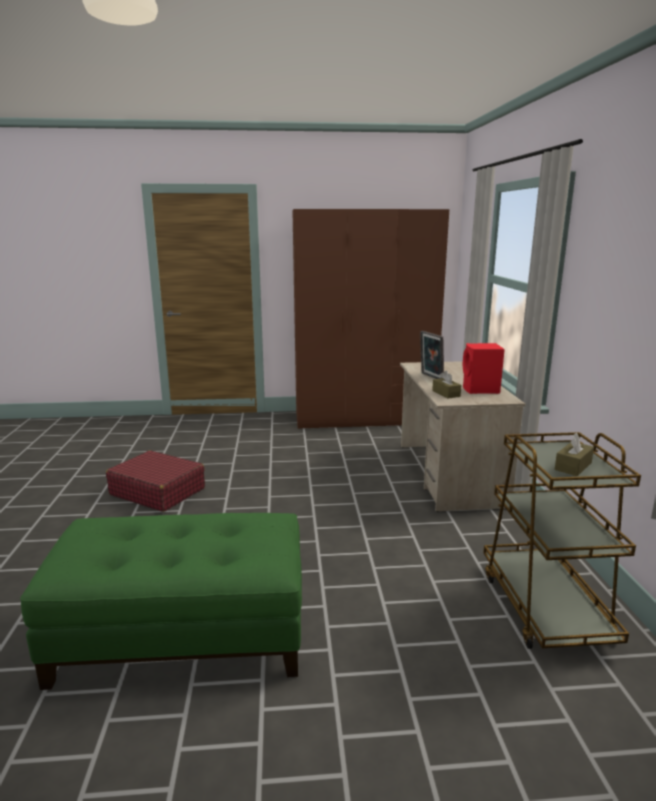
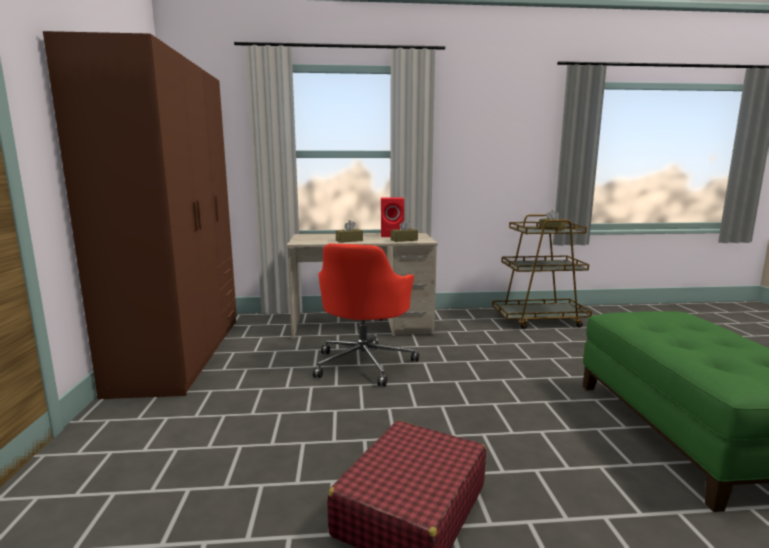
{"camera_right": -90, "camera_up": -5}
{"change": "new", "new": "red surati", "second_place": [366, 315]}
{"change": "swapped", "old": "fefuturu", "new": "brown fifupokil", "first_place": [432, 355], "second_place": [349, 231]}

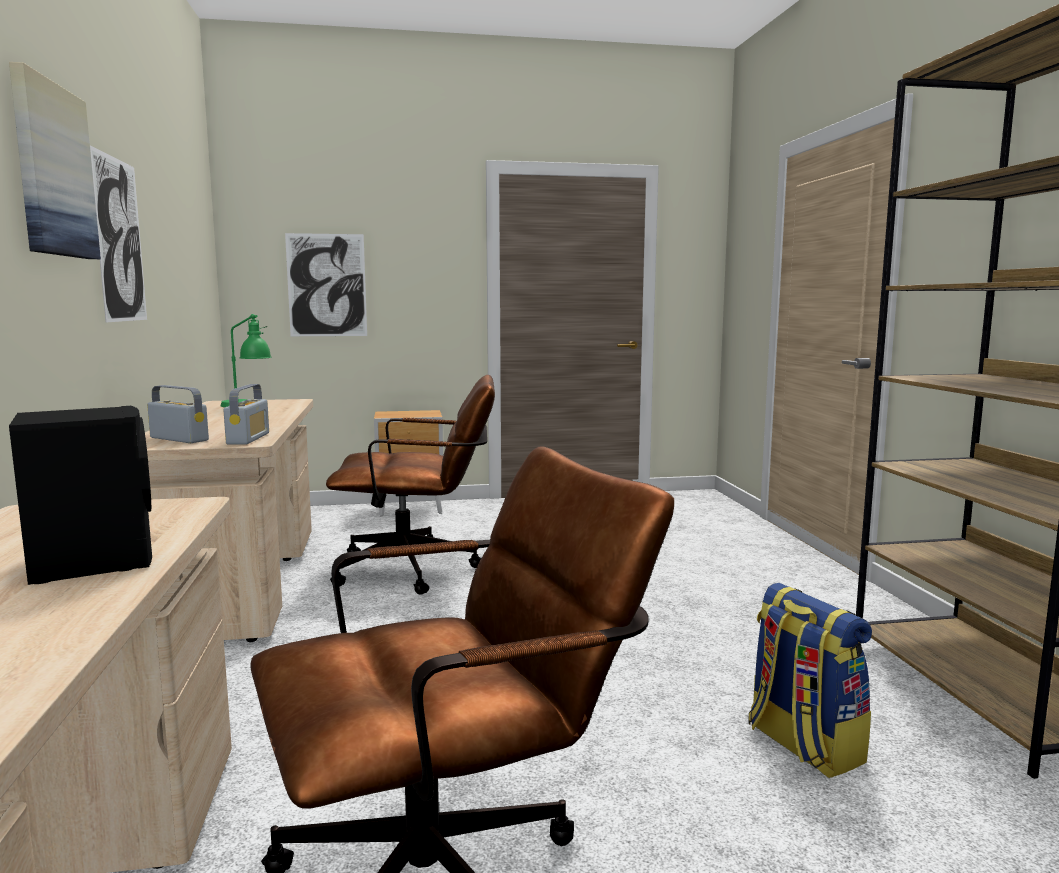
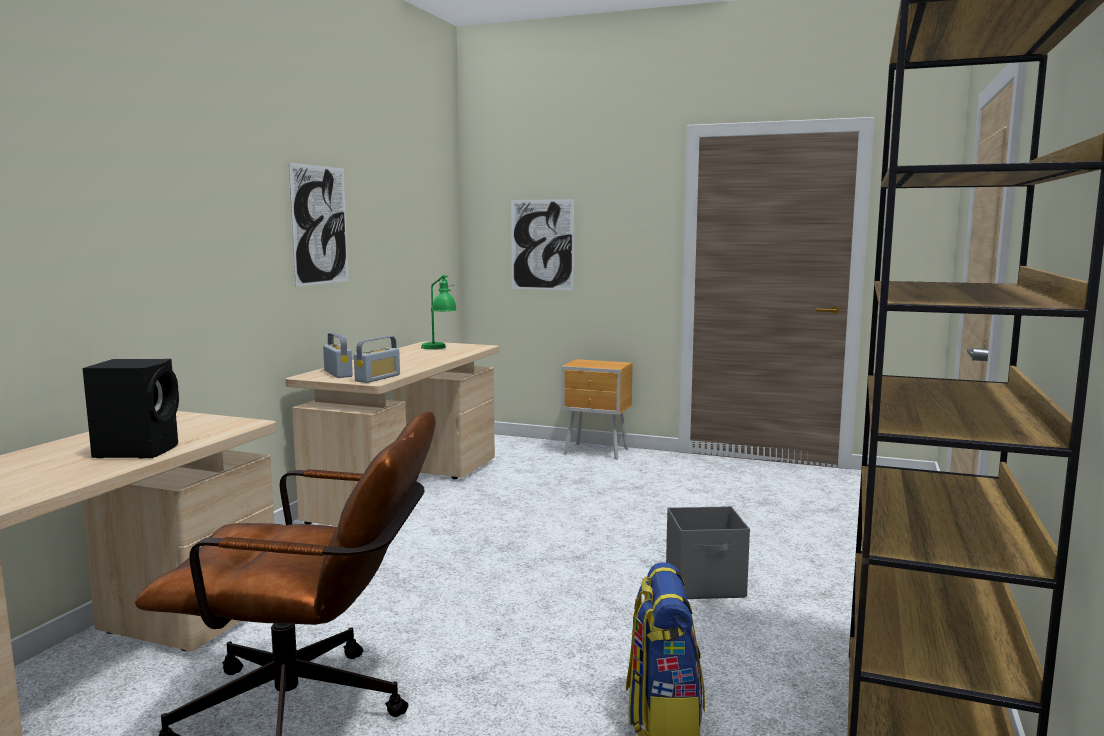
{"camera_right": 30, "camera_up": 0}
{"change": "new", "new": "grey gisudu", "second_place": [708, 552]}
{"change": "gone", "old": "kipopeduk", "first_place": [55, 160]}
{"change": "gone", "old": "brown surati", "first_place": [410, 485]}

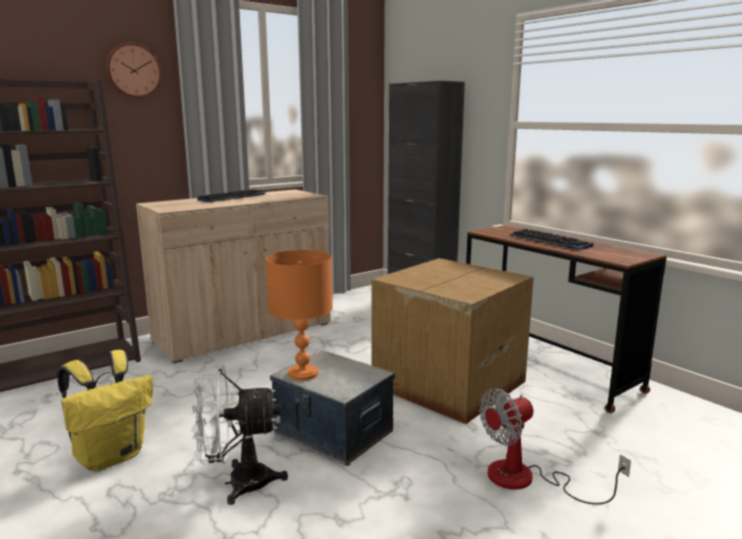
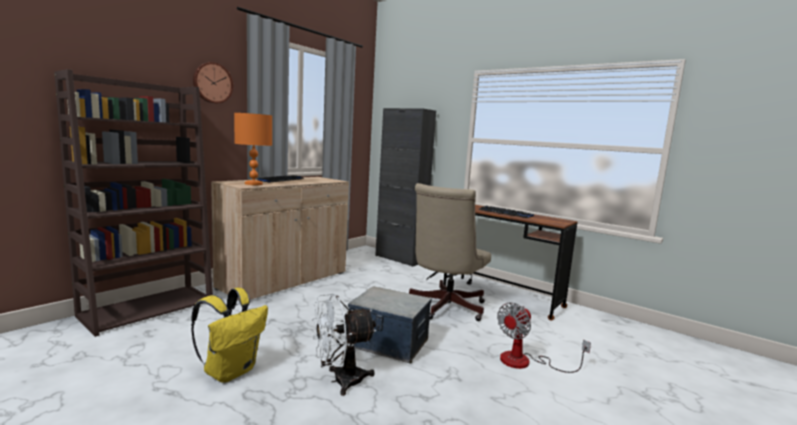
{"camera_right": -15, "camera_up": -5}
{"change": "shifted", "old": "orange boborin", "first_place": [299, 315], "second_place": [253, 149]}
{"change": "swapped", "old": "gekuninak", "new": "beige surati", "first_place": [452, 341], "second_place": [450, 252]}

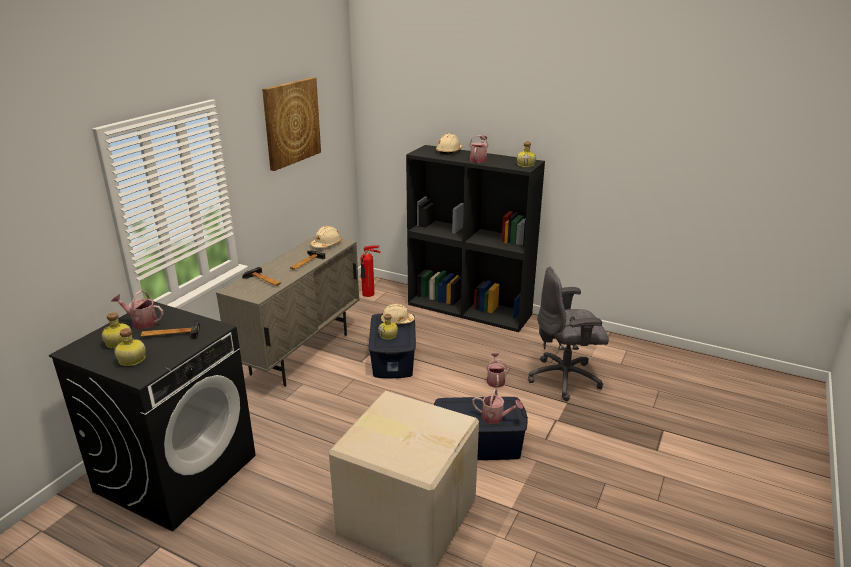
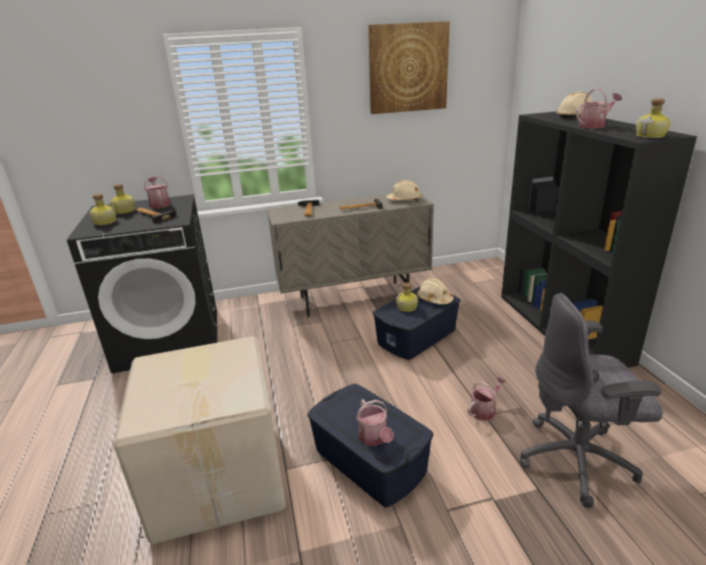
{"camera_right": 50, "camera_up": 0}
{"change": "rotated", "old": "grey surati", "first_place": [568, 334], "second_place": [591, 400], "degrees": -45}
{"change": "gone", "old": "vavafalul", "first_place": [370, 271]}

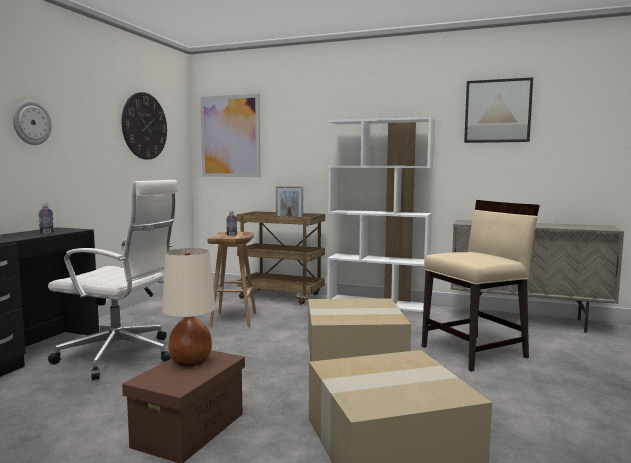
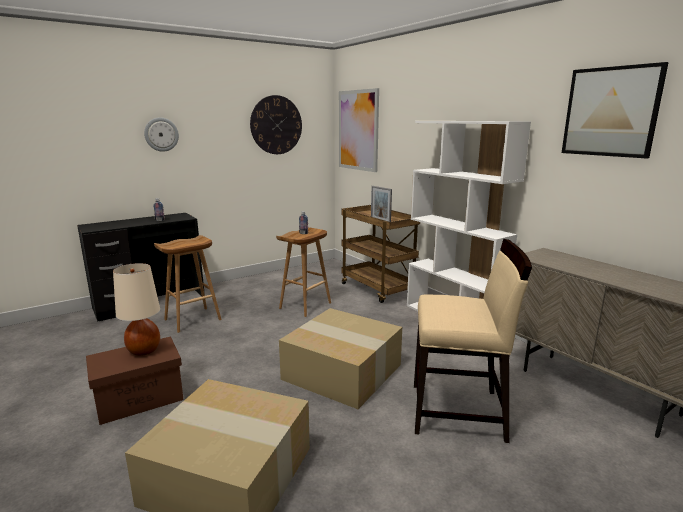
{"camera_right": 35, "camera_up": 10}
{"change": "swapped", "old": "white surati", "new": "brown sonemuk", "first_place": [113, 280], "second_place": [188, 284]}

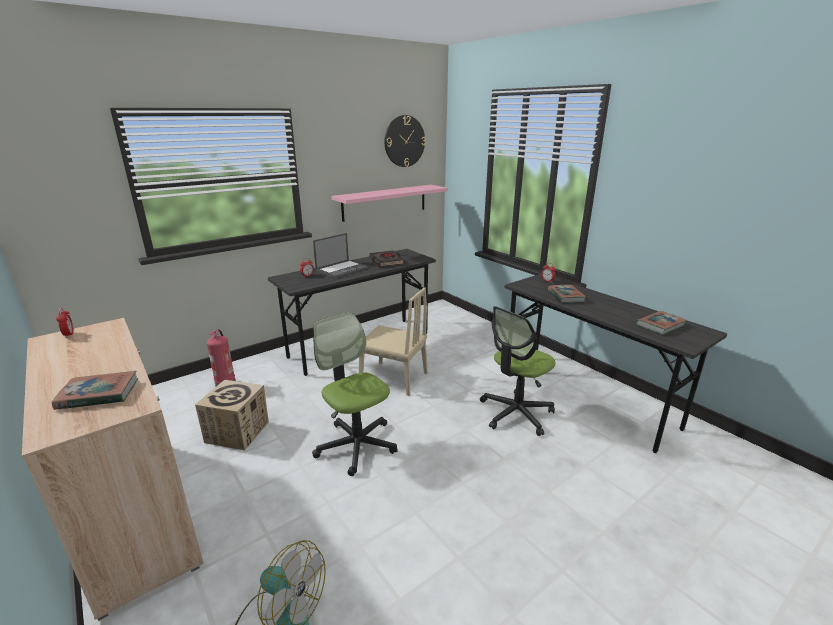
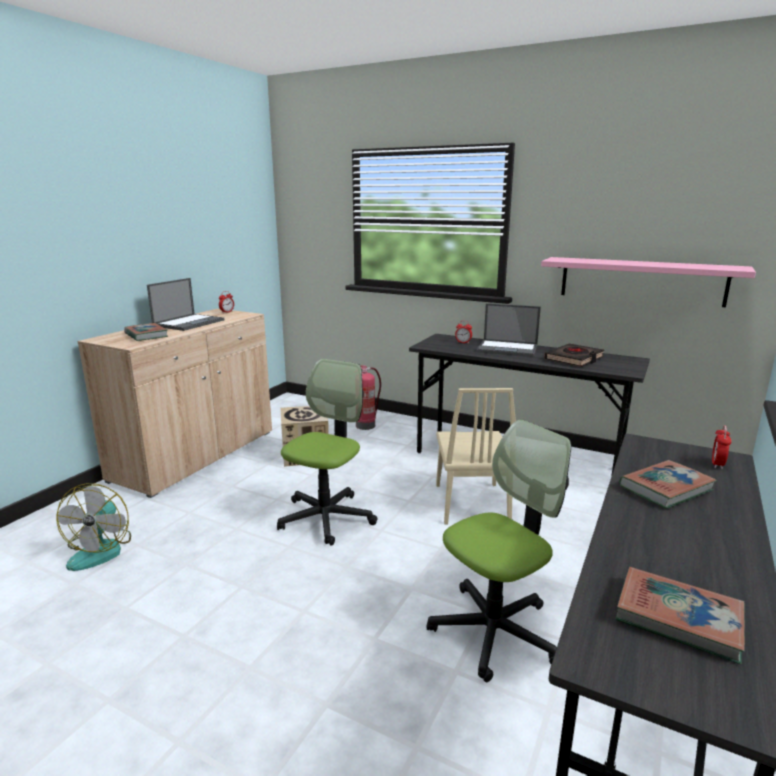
{"camera_right": 65, "camera_up": -5}
{"change": "new", "new": "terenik", "second_place": [185, 304]}
{"change": "rotated", "old": "surati", "first_place": [518, 371], "second_place": [499, 551], "degrees": 120}
{"change": "gone", "old": "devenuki", "first_place": [405, 141]}

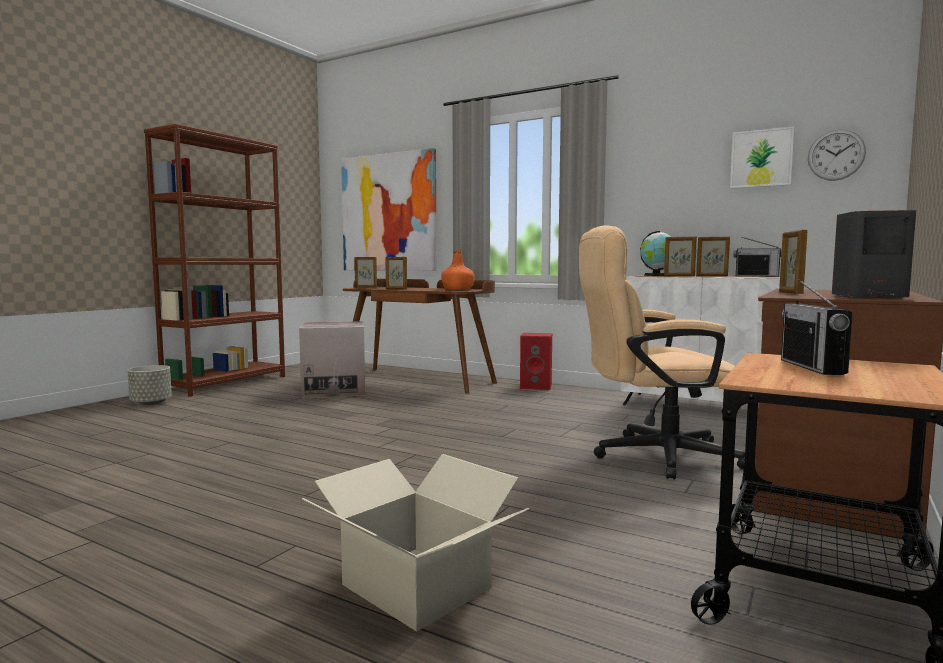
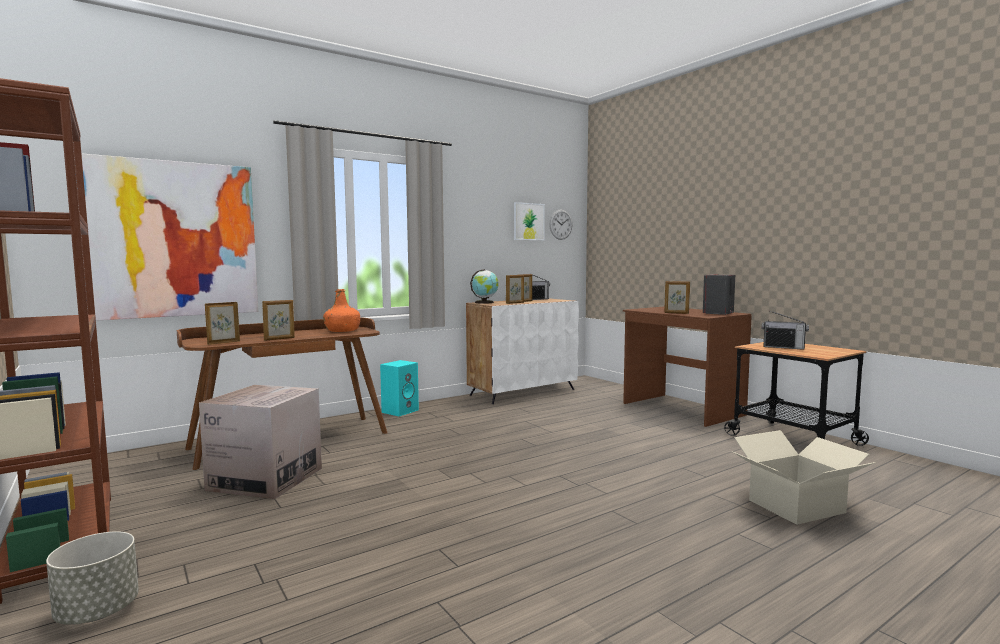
{"camera_right": -65, "camera_up": 0}
{"change": "repainted", "old": "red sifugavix", "new": "turquoise sifugavix", "first_place": [536, 361], "second_place": [399, 388]}
{"change": "gone", "old": "beige surati", "first_place": [662, 352]}

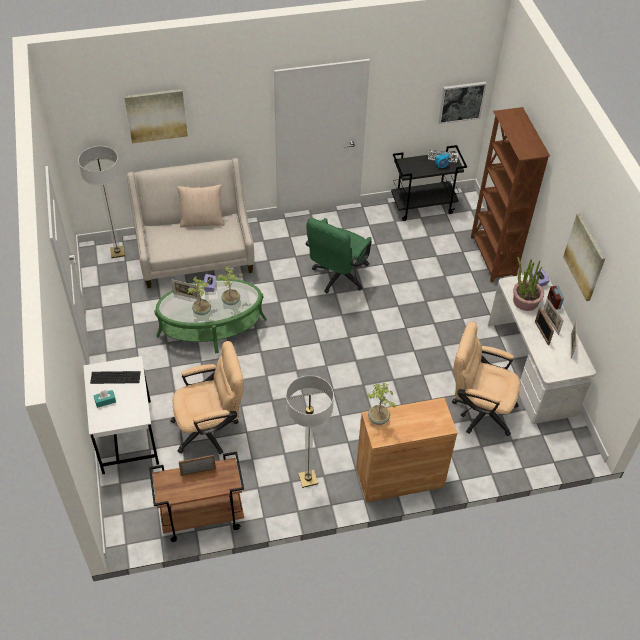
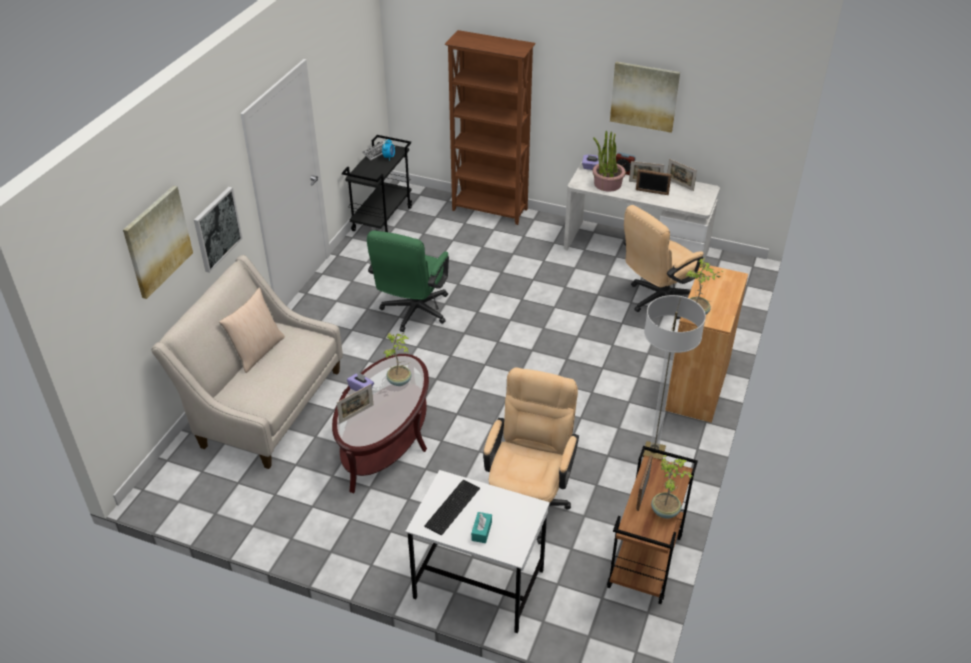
{"camera_right": -55, "camera_up": -10}
{"change": "shifted", "old": "kipopeduk", "first_place": [462, 103], "second_place": [218, 230]}
{"change": "repainted", "old": "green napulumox", "new": "brown napulumox", "first_place": [210, 316], "second_place": [380, 423]}
{"change": "rotated", "old": "green surati", "first_place": [339, 255], "second_place": [408, 281], "degrees": 45}
{"change": "shifted", "old": "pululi", "first_place": [200, 295], "second_place": [672, 487]}
{"change": "gone", "old": "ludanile", "first_place": [101, 202]}

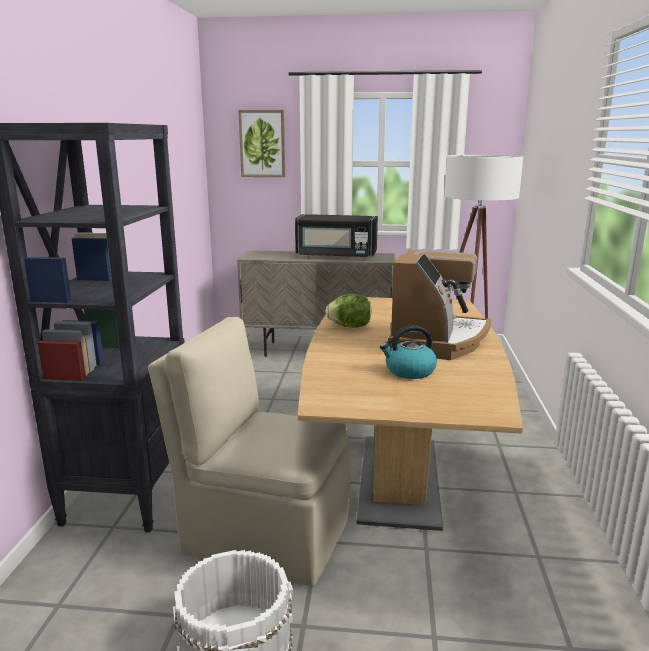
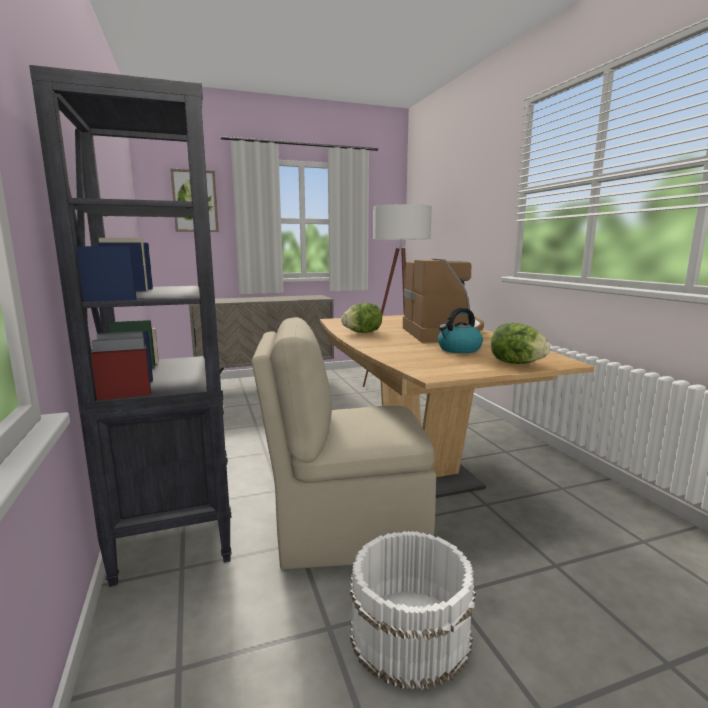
{"camera_right": -25, "camera_up": -5}
{"change": "new", "new": "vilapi", "second_place": [520, 343]}
{"change": "gone", "old": "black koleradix", "first_place": [336, 236]}

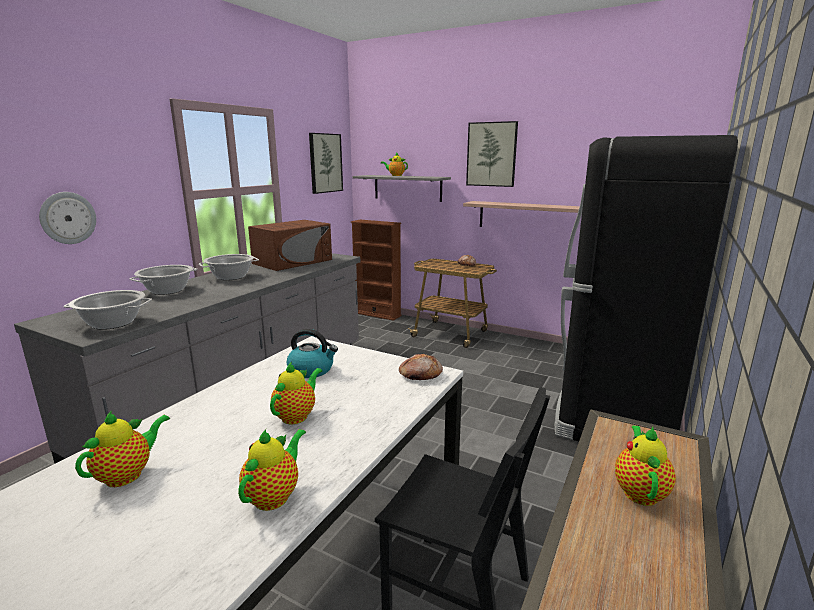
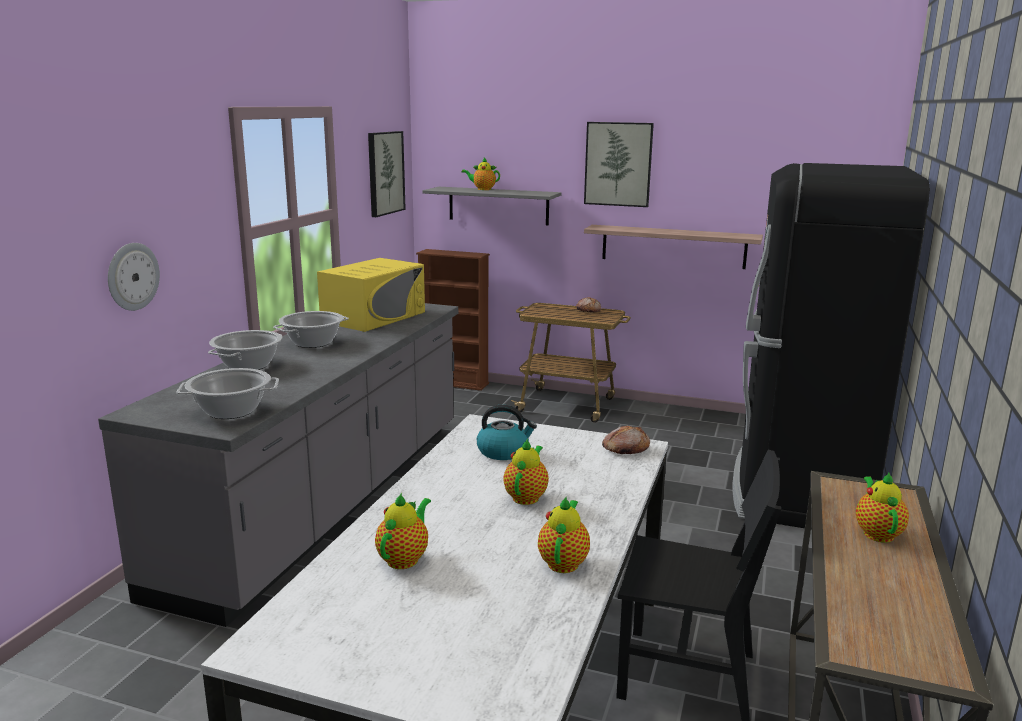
{"camera_right": -10, "camera_up": 0}
{"change": "repainted", "old": "brown koleradix", "new": "yellow koleradix", "first_place": [290, 245], "second_place": [371, 295]}

